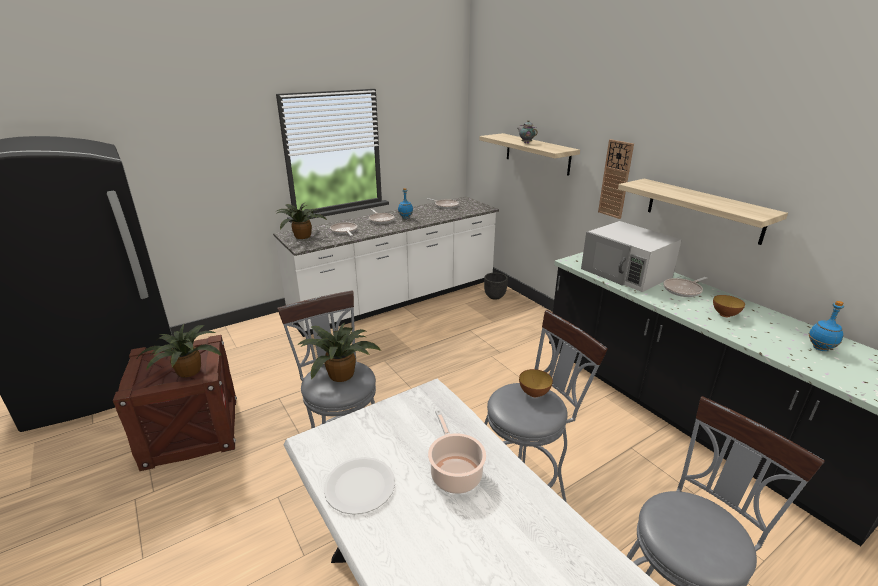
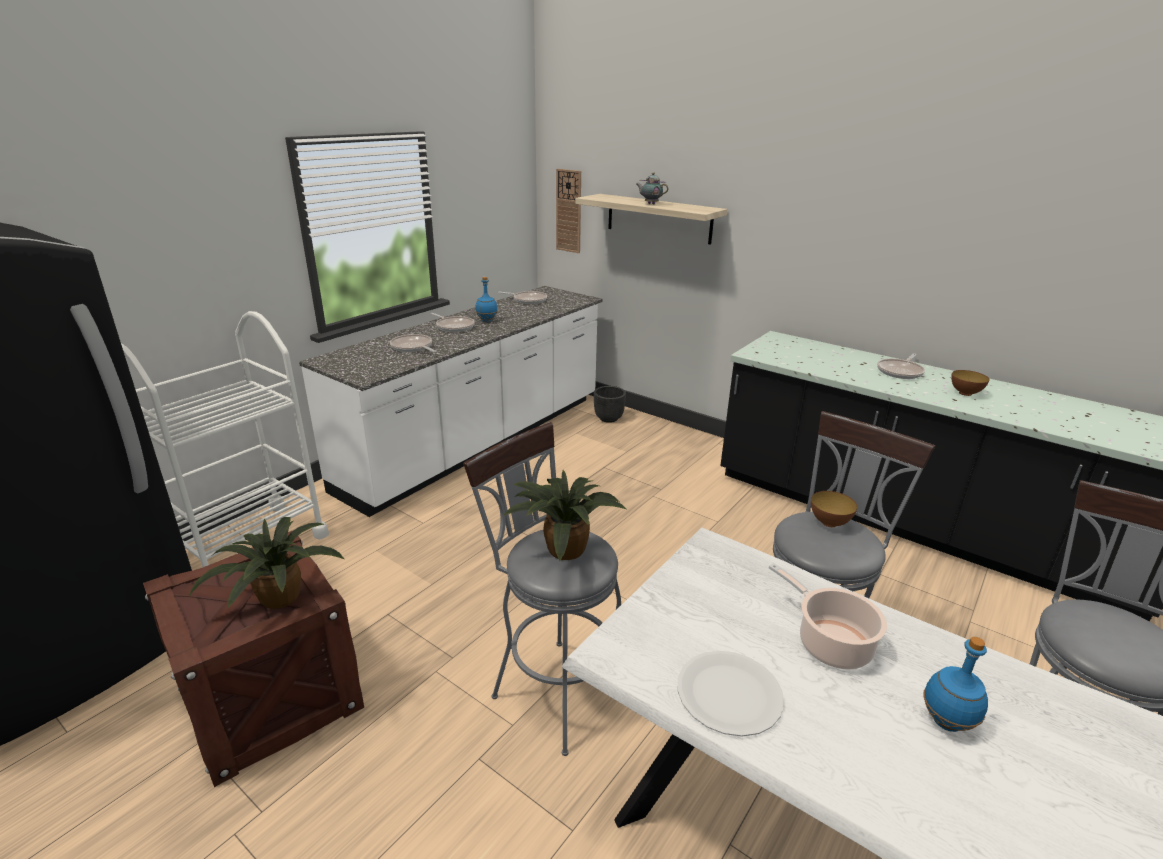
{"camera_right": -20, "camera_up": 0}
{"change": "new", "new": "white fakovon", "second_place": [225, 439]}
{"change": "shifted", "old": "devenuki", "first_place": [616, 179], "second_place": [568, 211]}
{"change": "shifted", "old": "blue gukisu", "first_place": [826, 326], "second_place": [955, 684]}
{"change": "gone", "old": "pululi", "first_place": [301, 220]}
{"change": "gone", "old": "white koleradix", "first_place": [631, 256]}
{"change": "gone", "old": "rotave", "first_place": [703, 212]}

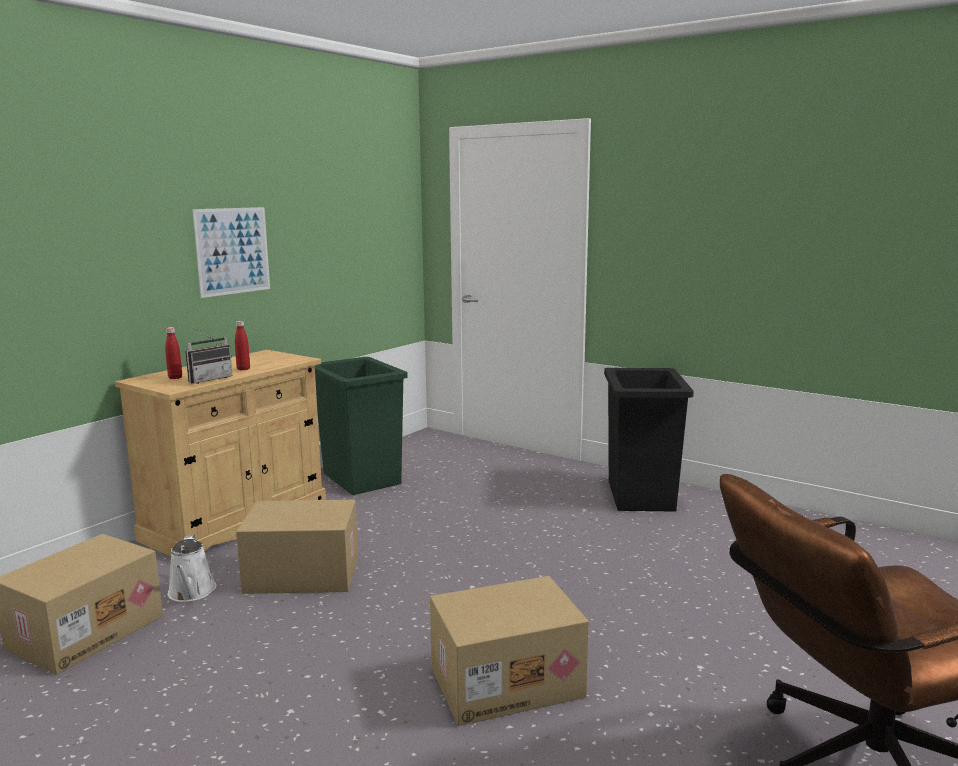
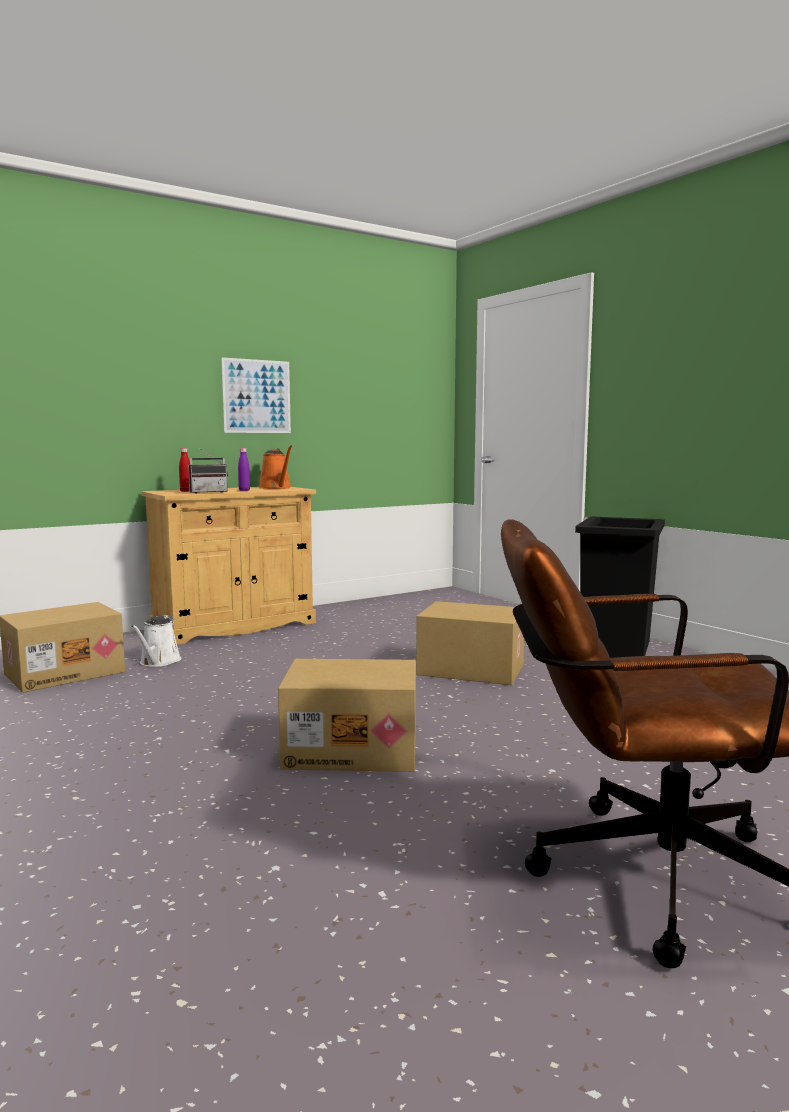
{"camera_right": 20, "camera_up": -5}
{"change": "repainted", "old": "red gukisu", "new": "purple gukisu", "first_place": [242, 345], "second_place": [244, 469]}
{"change": "new", "new": "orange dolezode", "second_place": [275, 467]}
{"change": "shifted", "old": "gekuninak", "first_place": [297, 547], "second_place": [470, 643]}
{"change": "gone", "old": "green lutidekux", "first_place": [361, 426]}

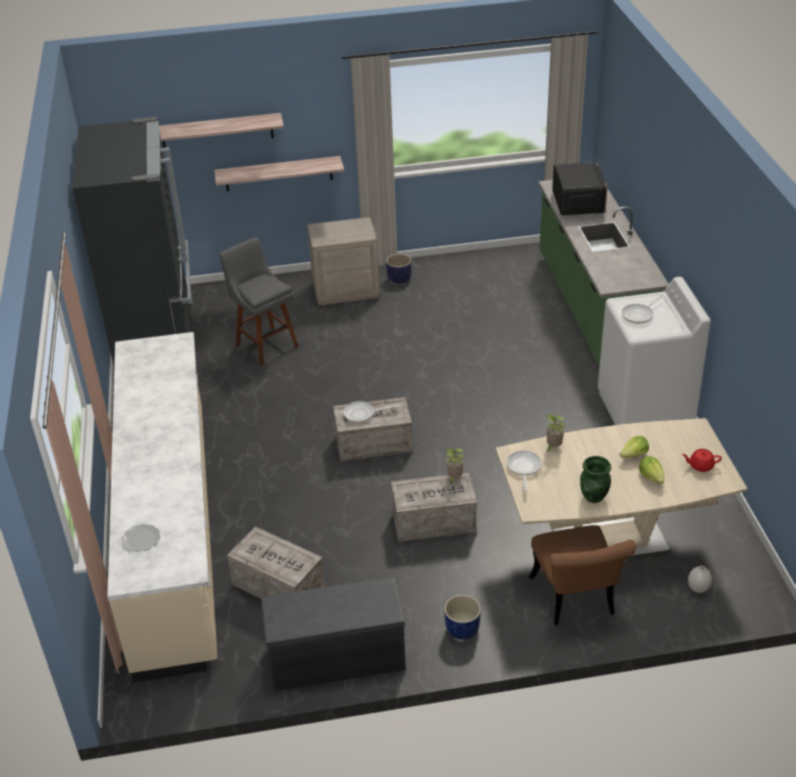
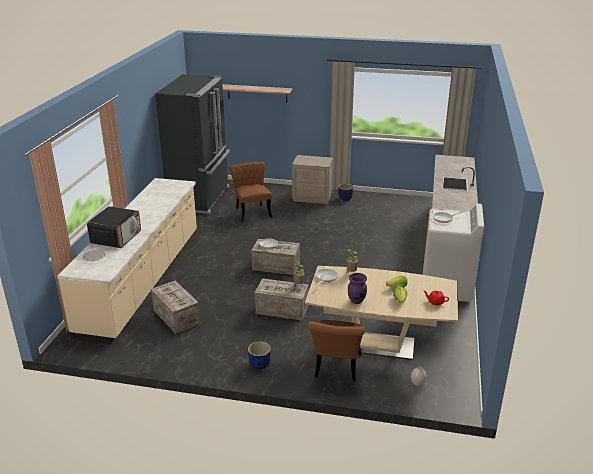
{"camera_right": 20, "camera_up": -10}
{"change": "shifted", "old": "koleradix", "first_place": [580, 188], "second_place": [114, 227]}
{"change": "swapped", "old": "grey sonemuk", "new": "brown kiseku", "first_place": [258, 302], "second_place": [250, 192]}
{"change": "repainted", "old": "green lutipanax", "new": "purple lutipanax", "first_place": [595, 479], "second_place": [357, 288]}
{"change": "gone", "old": "rotave", "first_place": [279, 174]}
{"change": "gone", "old": "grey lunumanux", "first_place": [333, 634]}

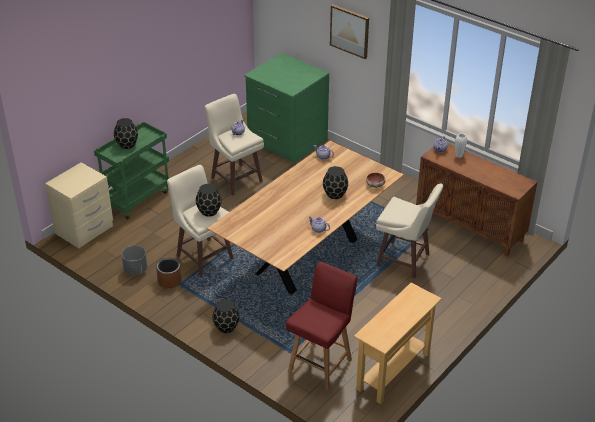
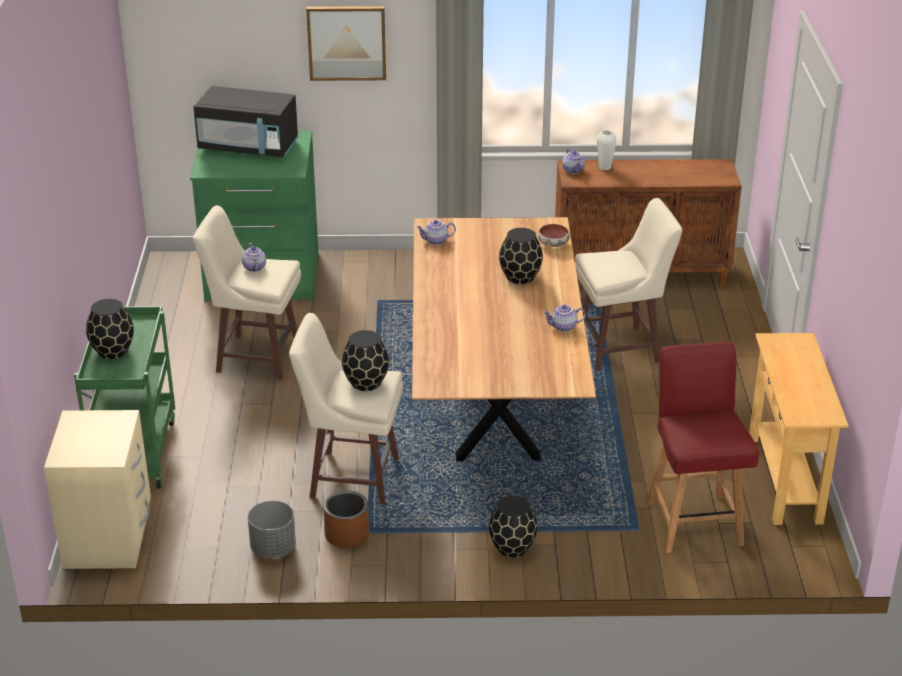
{"camera_right": -40, "camera_up": -5}
{"change": "new", "new": "black koleradix", "second_place": [246, 121]}

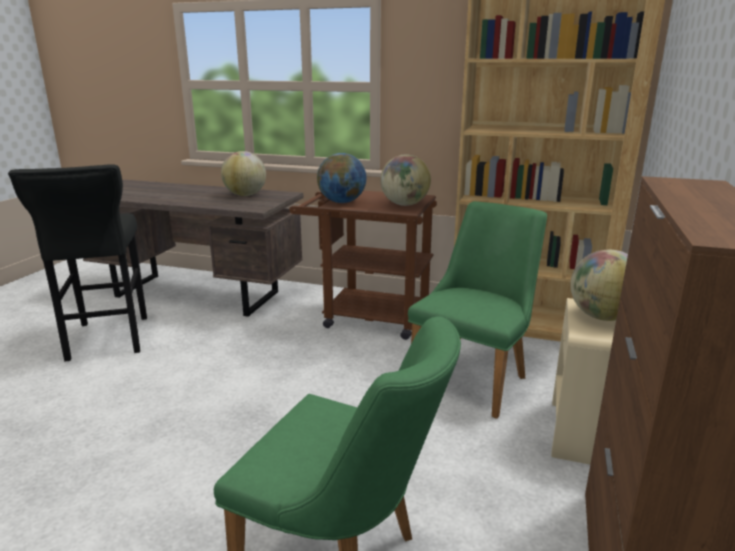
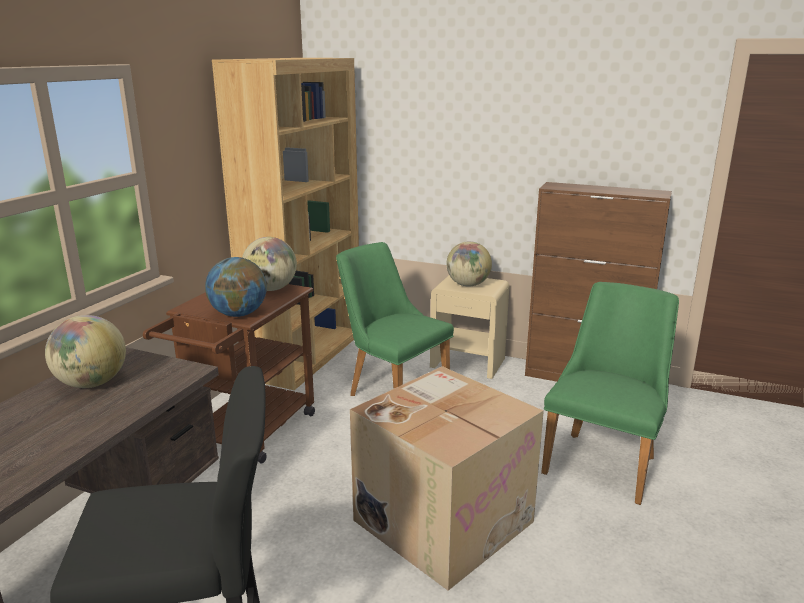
{"camera_right": -85, "camera_up": 0}
{"change": "new", "new": "gekuninak", "second_place": [447, 478]}

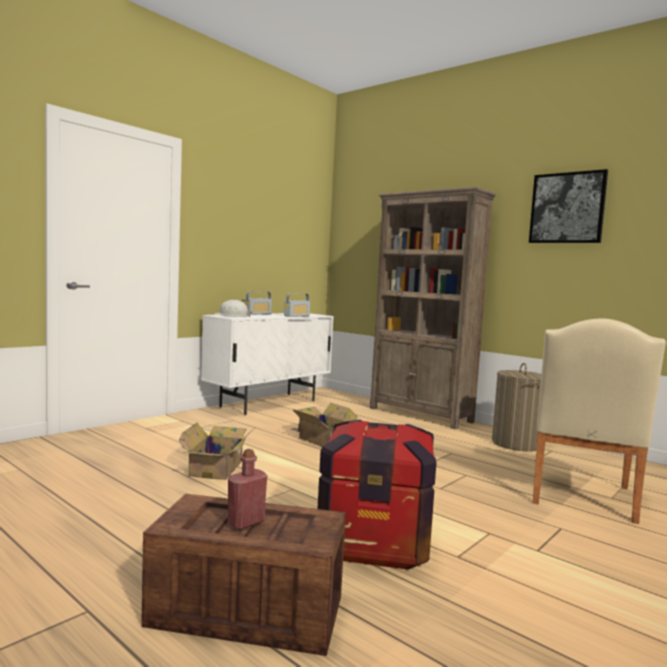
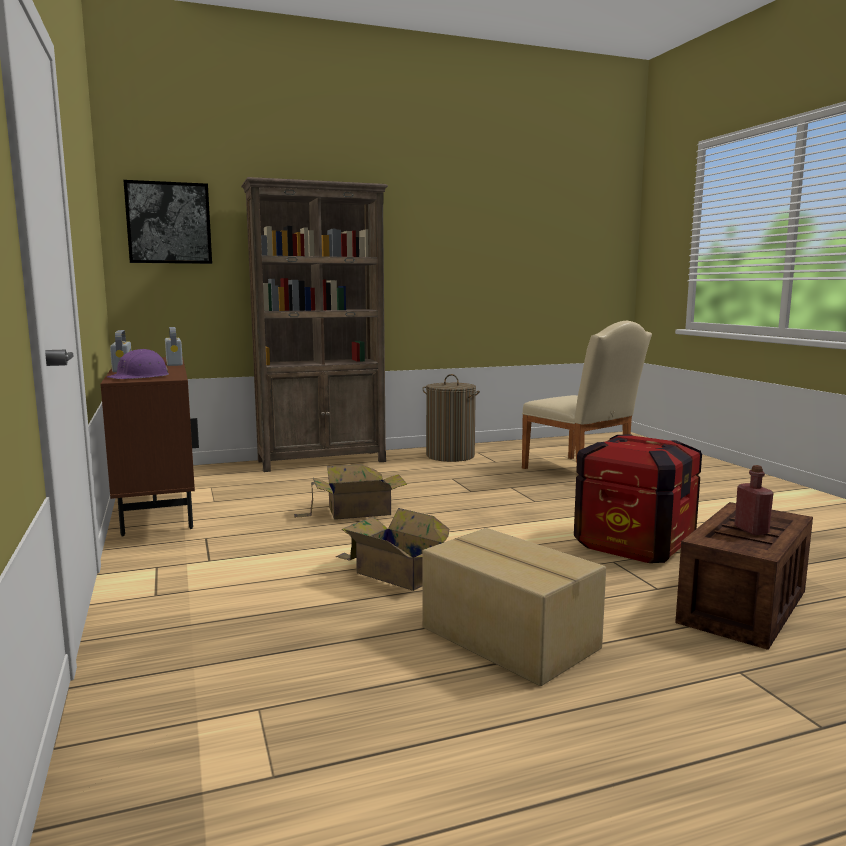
{"camera_right": -60, "camera_up": 5}
{"change": "repainted", "old": "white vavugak", "new": "brown vavugak", "first_place": [267, 364], "second_place": [149, 446]}
{"change": "repainted", "old": "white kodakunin", "new": "purple kodakunin", "first_place": [233, 308], "second_place": [138, 364]}
{"change": "shifted", "old": "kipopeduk", "first_place": [568, 206], "second_place": [167, 222]}
{"change": "new", "new": "gekuninak", "second_place": [514, 607]}

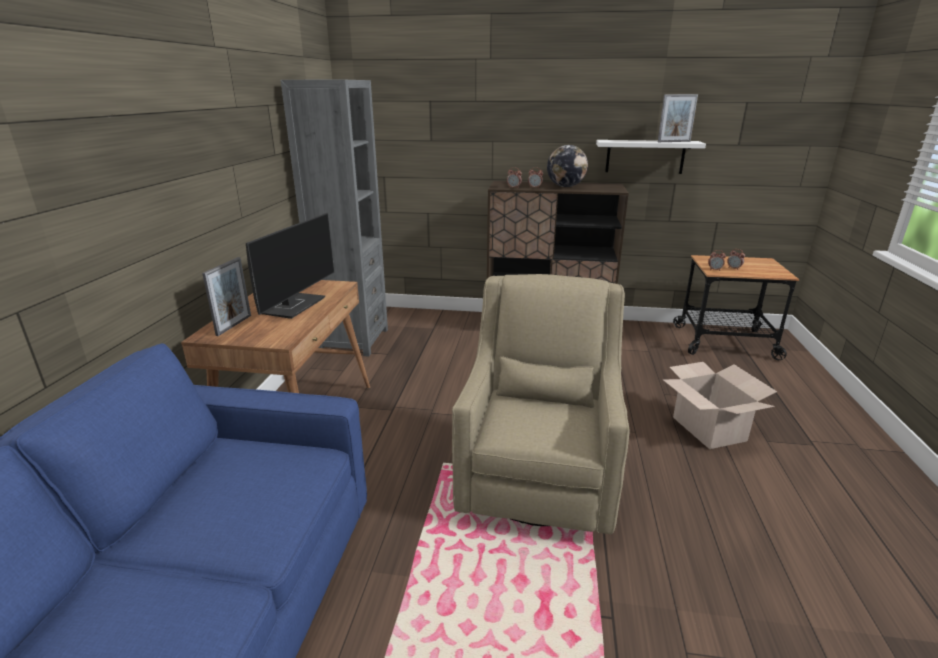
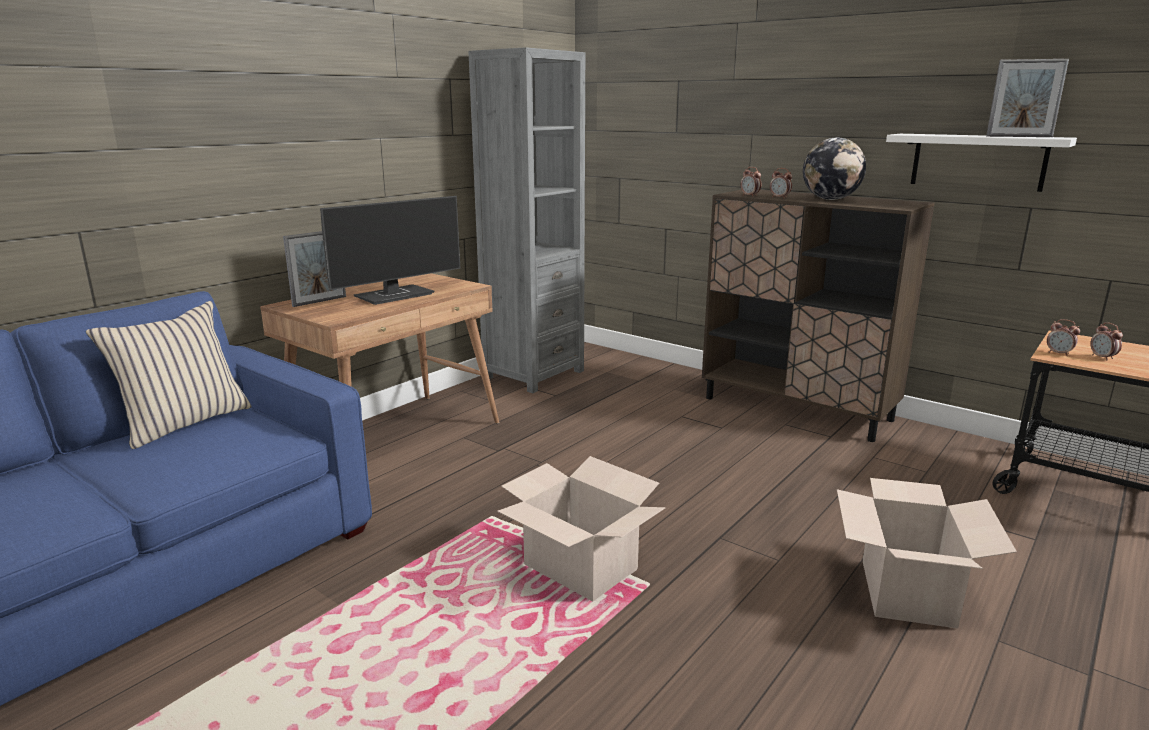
{"camera_right": 30, "camera_up": -5}
{"change": "new", "new": "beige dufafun", "second_place": [169, 375]}
{"change": "swapped", "old": "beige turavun", "new": "gekuninak", "first_place": [541, 404], "second_place": [581, 528]}

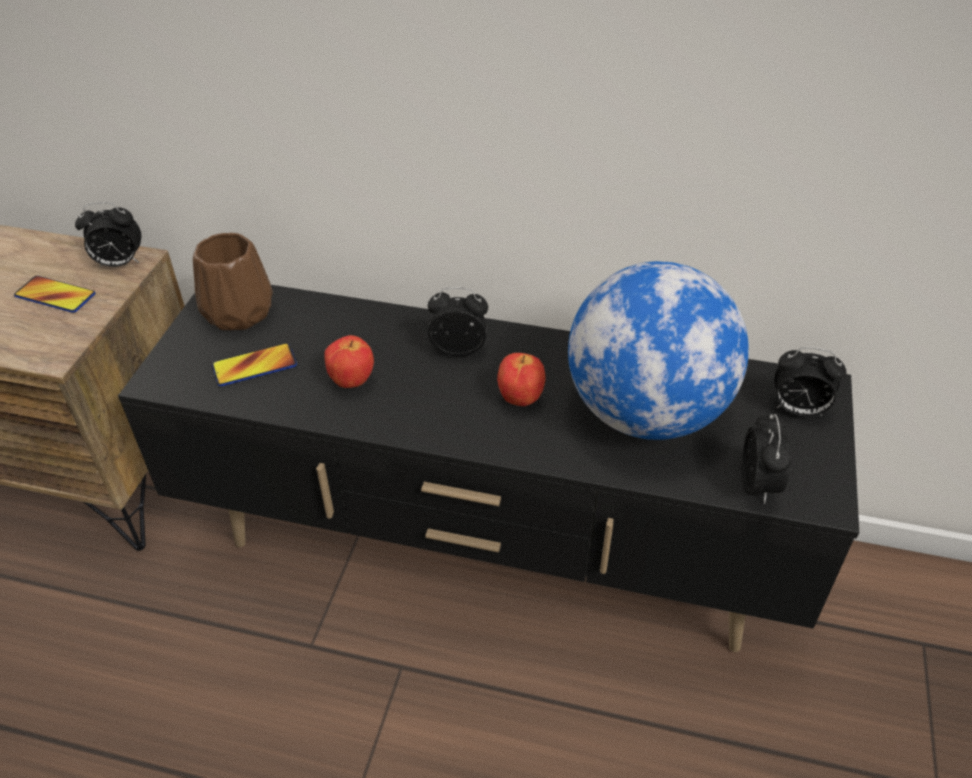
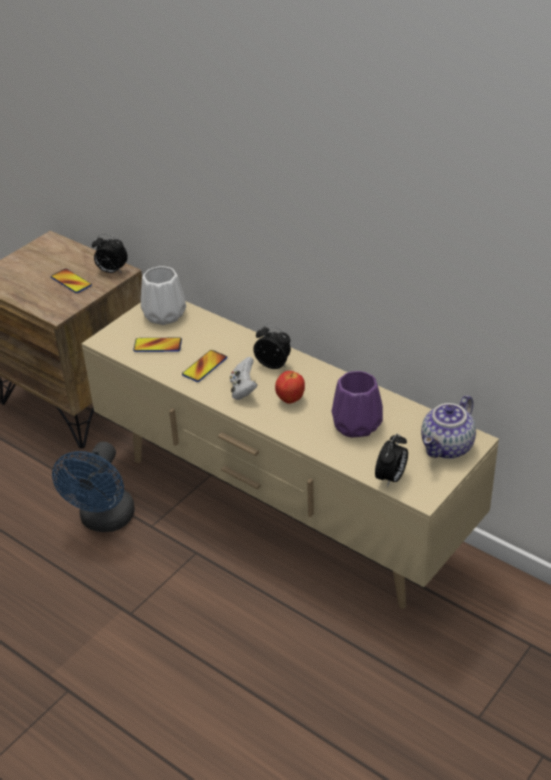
{"camera_right": 25, "camera_up": -5}
{"change": "new", "new": "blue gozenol", "second_place": [93, 487]}
{"change": "repainted", "old": "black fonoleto", "new": "beige fonoleto", "first_place": [488, 468], "second_place": [290, 455]}
{"change": "repainted", "old": "brown lutipanax", "new": "white lutipanax", "first_place": [233, 281], "second_place": [163, 295]}
{"change": "swapped", "old": "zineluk", "new": "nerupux", "first_place": [349, 361], "second_place": [204, 366]}
{"change": "new", "new": "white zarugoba", "second_place": [244, 378]}
{"change": "swapped", "old": "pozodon", "new": "purple lutipanax", "first_place": [658, 350], "second_place": [357, 404]}
{"change": "swapped", "old": "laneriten", "new": "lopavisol", "first_place": [810, 381], "second_place": [448, 427]}

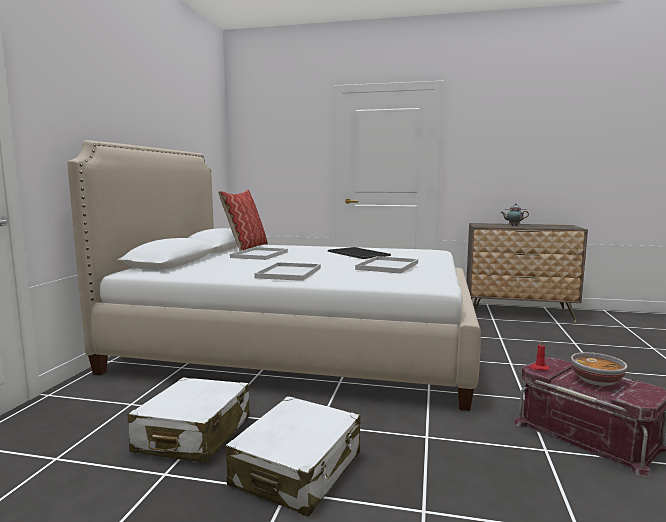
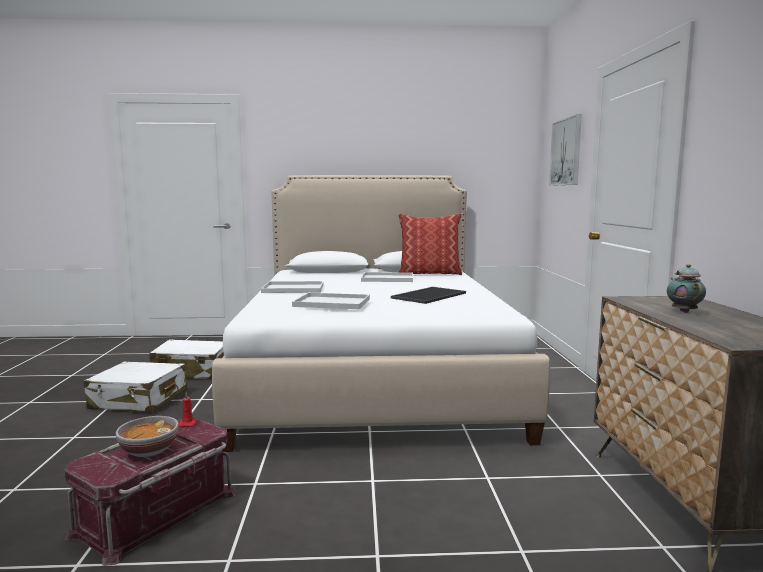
{"camera_right": 75, "camera_up": 0}
{"change": "new", "new": "kipopeduk", "second_place": [565, 150]}

